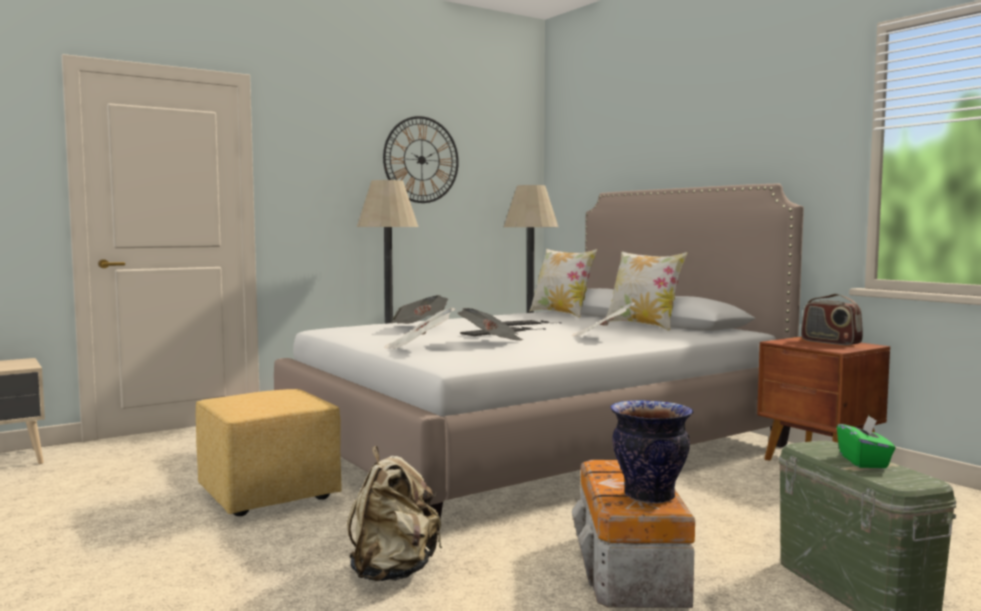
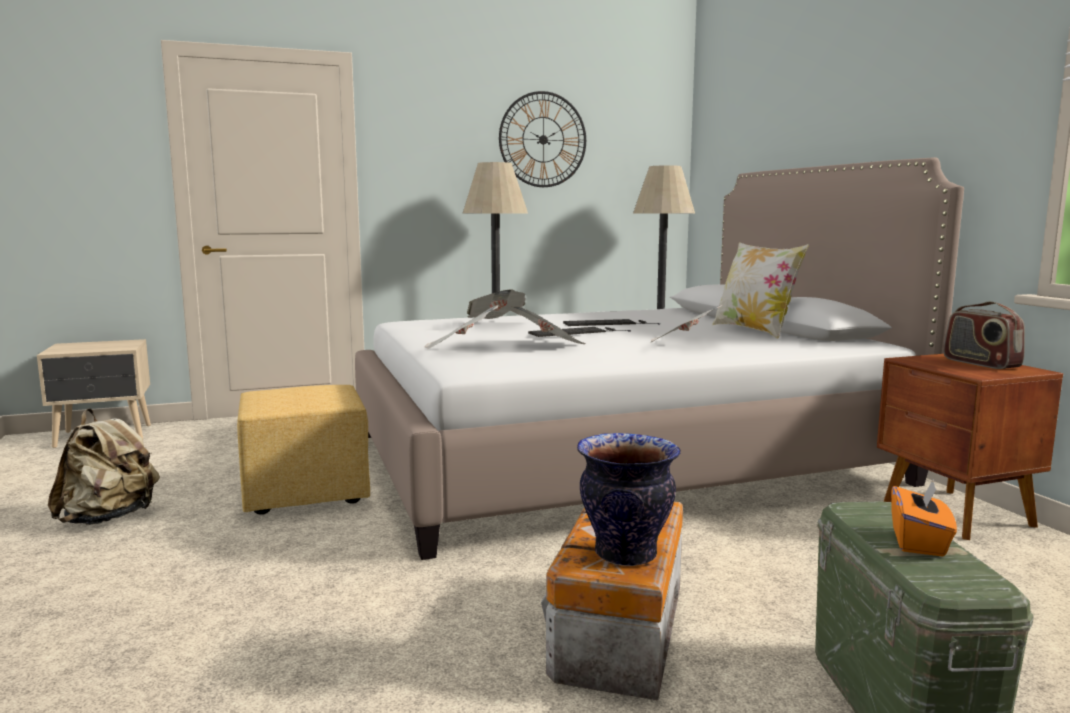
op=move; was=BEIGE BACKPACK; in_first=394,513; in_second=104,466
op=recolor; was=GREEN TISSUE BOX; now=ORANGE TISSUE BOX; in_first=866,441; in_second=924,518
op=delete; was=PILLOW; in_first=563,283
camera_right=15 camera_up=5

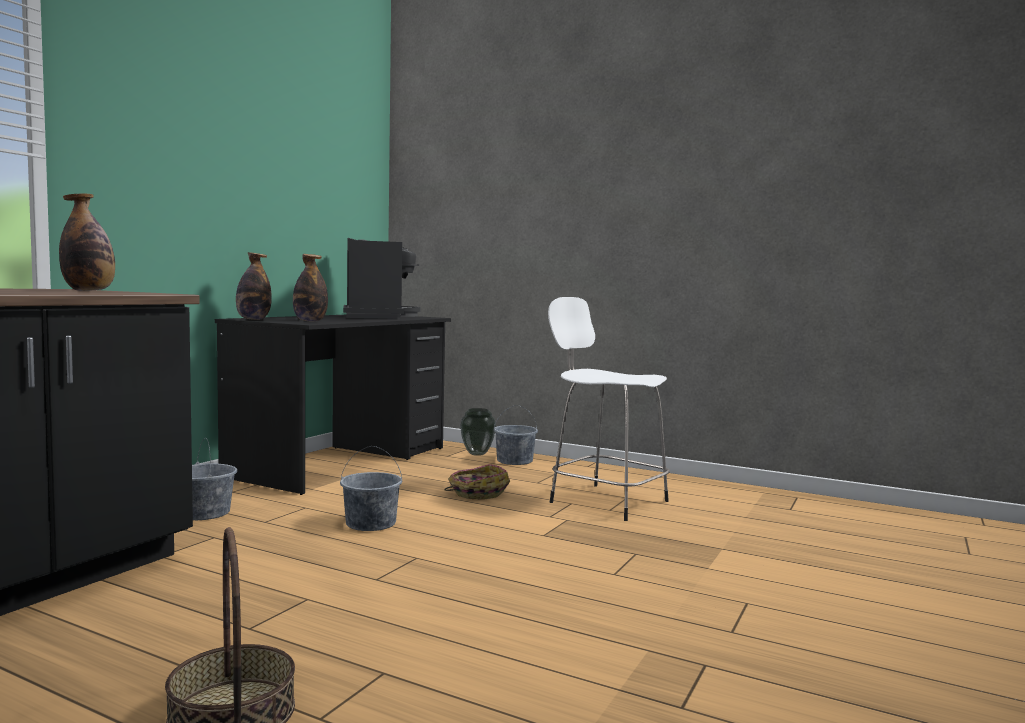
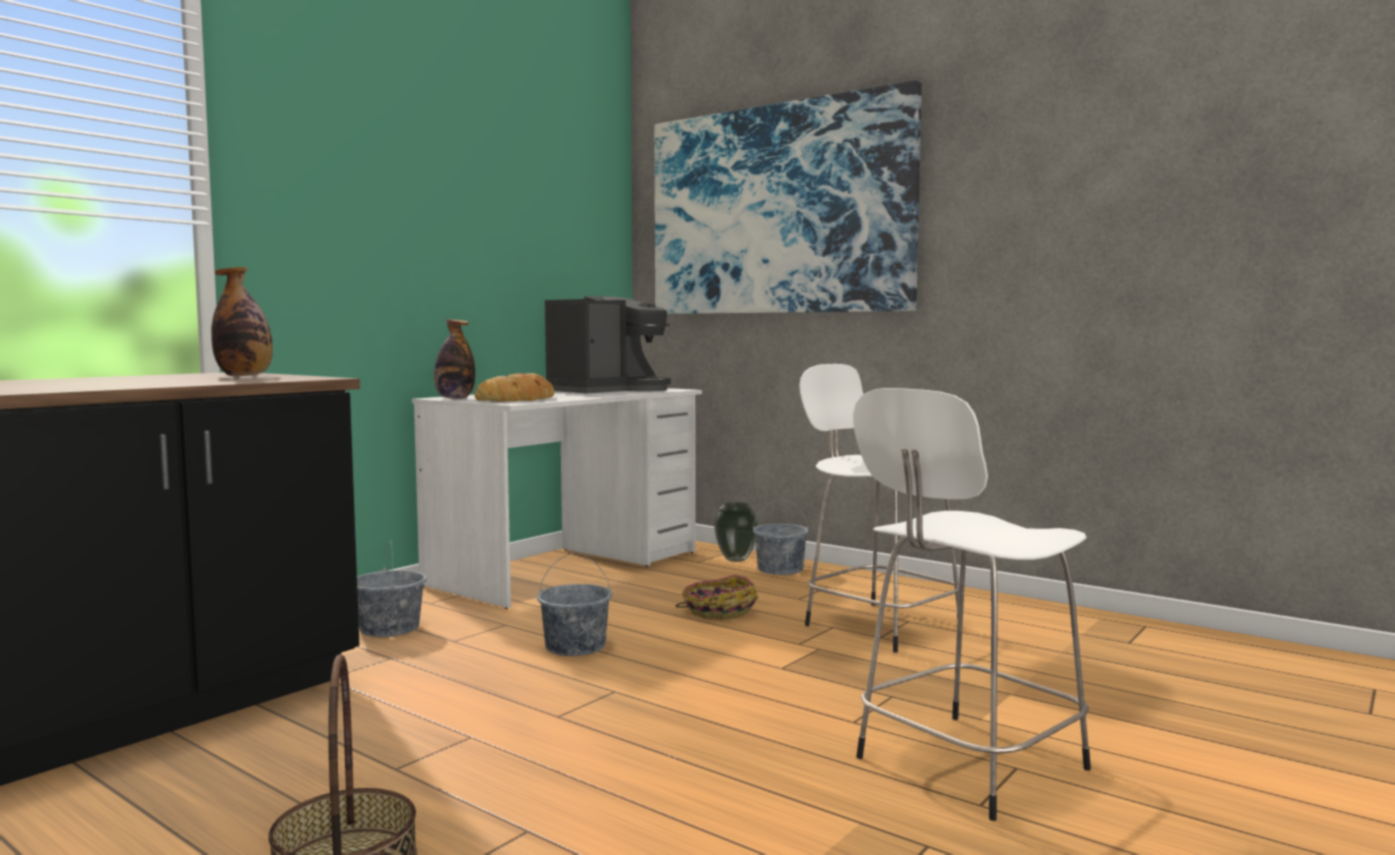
op=recolor; was=BLACK DESK; now=WHITE DESK; in_first=333,405; in_second=557,498
op=replace; was=BOTTLE; now=BREAD; in_first=310,288; in_second=514,387
op=rotate; was=COFFEE MACHINE; in_first=381,278; in_second=608,345; clockwise=45
op=insert; now=PICTURE; in_second=788,197
op=insert; now=WHITE STOOL; in_second=972,604
camera_right=10 camera_up=0

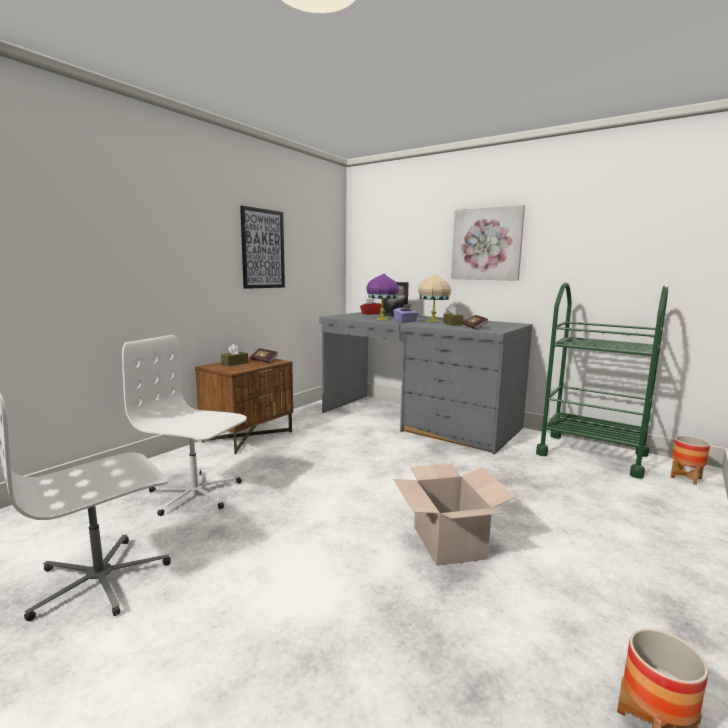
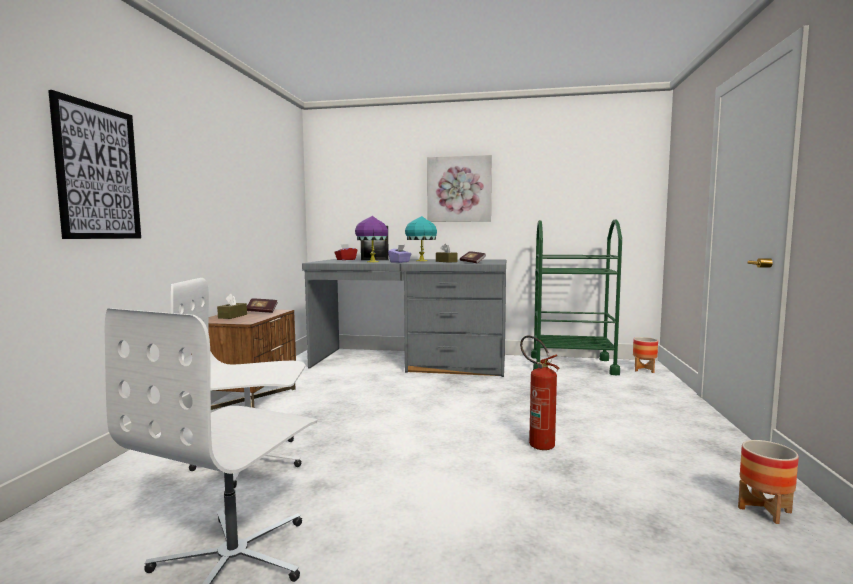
op=move; was=PICTURE; in_first=262,247; in_second=94,164
op=recolor; was=BEIGE TABLE LAMP; now=TURQUOISE TABLE LAMP; in_first=434,298; in_second=421,238
op=replace; was=CARDBOARD BOX; now=FIRE EXTINGUISHER; in_first=454,515; in_second=540,393
camera_right=-25 camera_up=-5

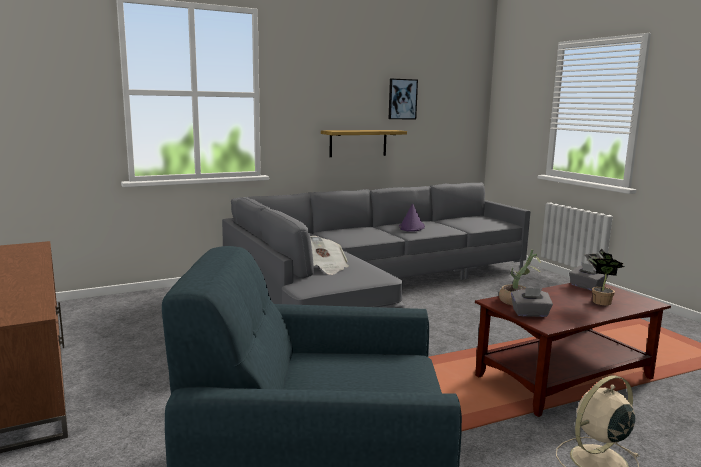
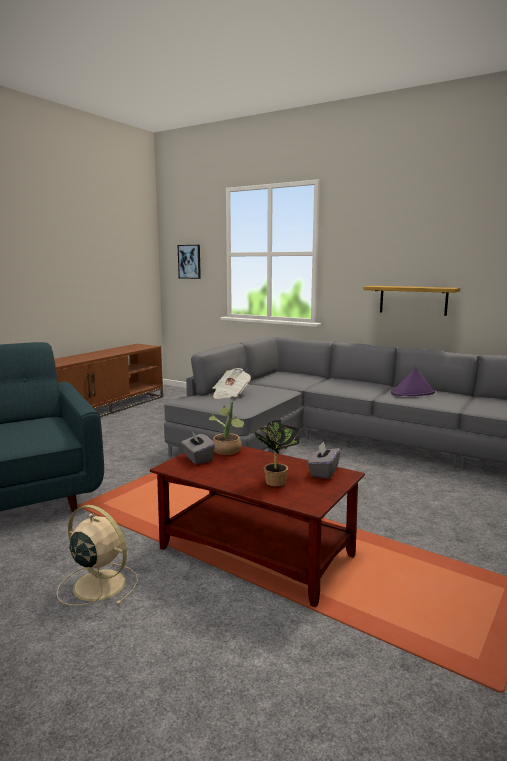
op=move; was=PICTURE; in_first=403,98; in_second=189,262
camera_right=60 camera_up=0

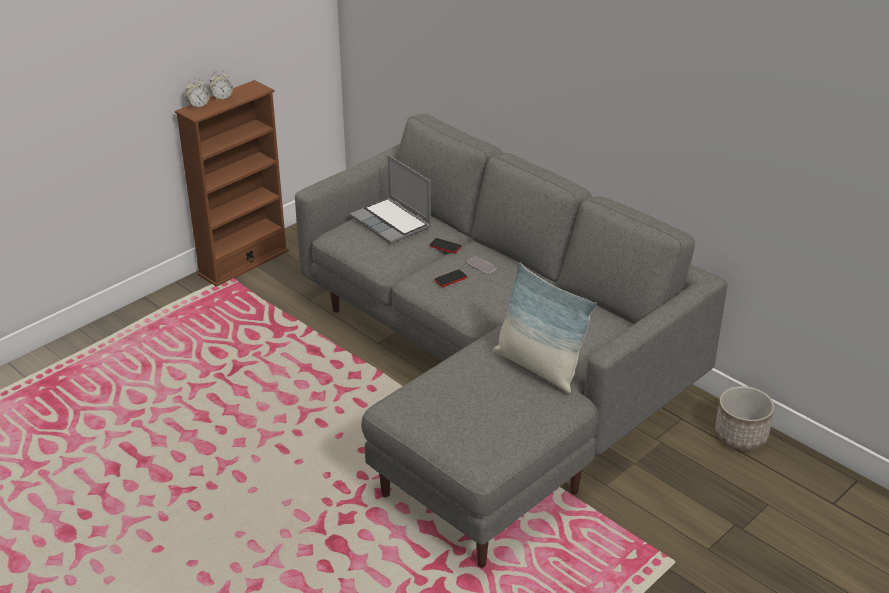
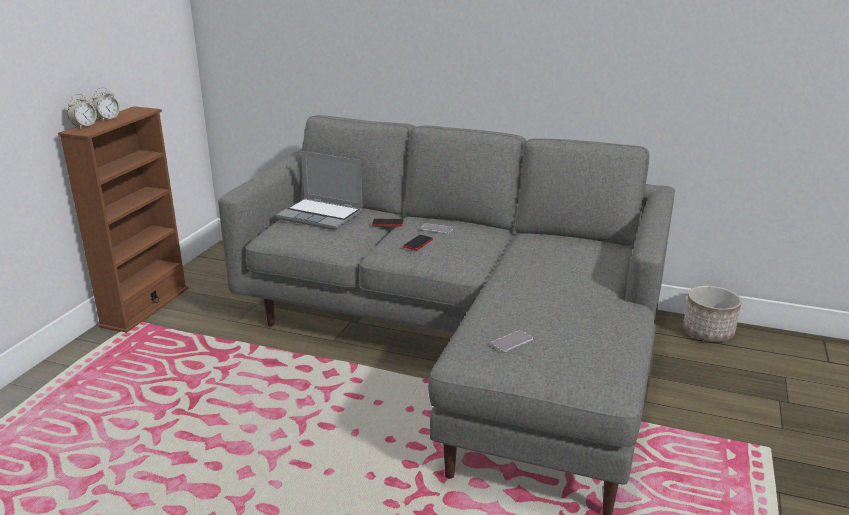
op=insert; now=PHONE; in_second=512,341
op=delete; was=PILLOW; in_first=545,328
camera_right=-25 camera_up=-10

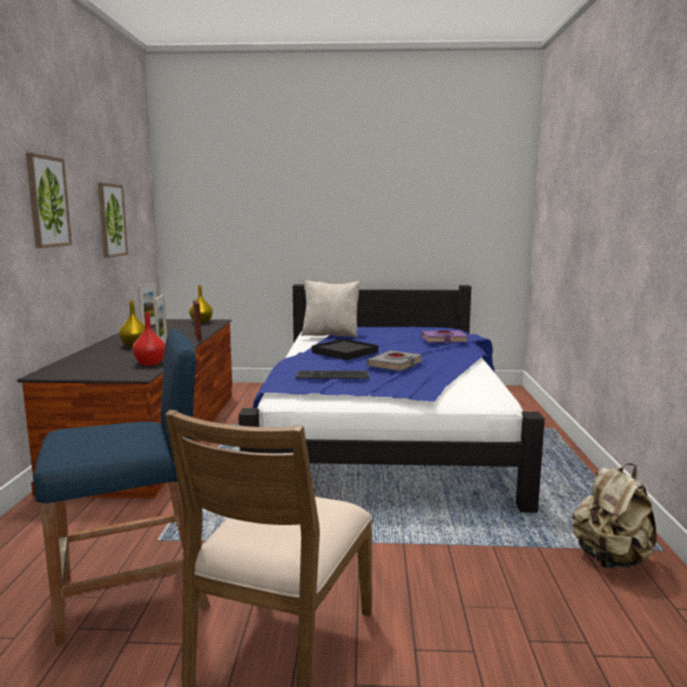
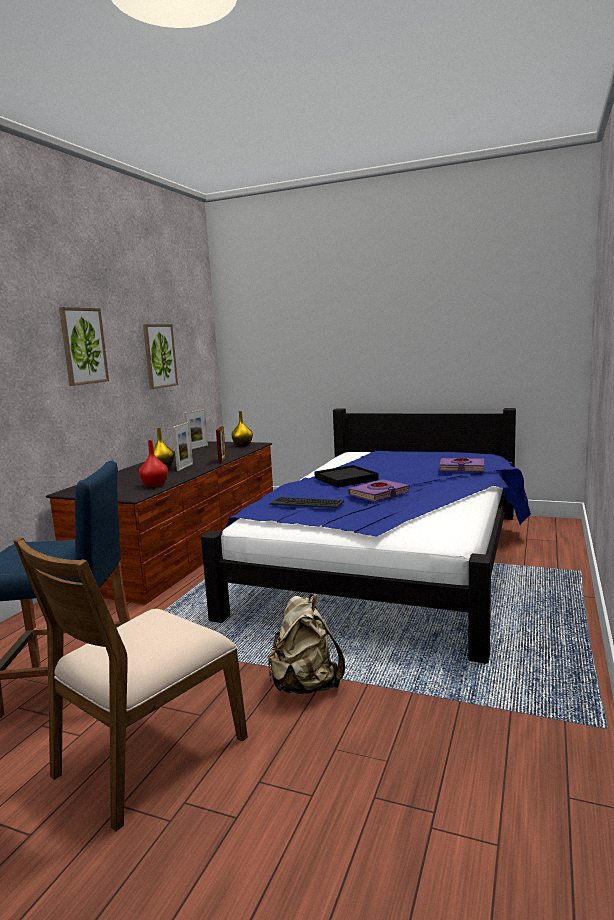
op=move; was=BEIGE BACKPACK; in_first=614,516; in_second=306,644
op=recolor; was=GREY BOOK; now=PURPLE BOOK; in_first=394,360; in_second=379,490
op=delete; was=BEIGE PILLOW; in_first=330,309
camera_right=20 camera_up=0

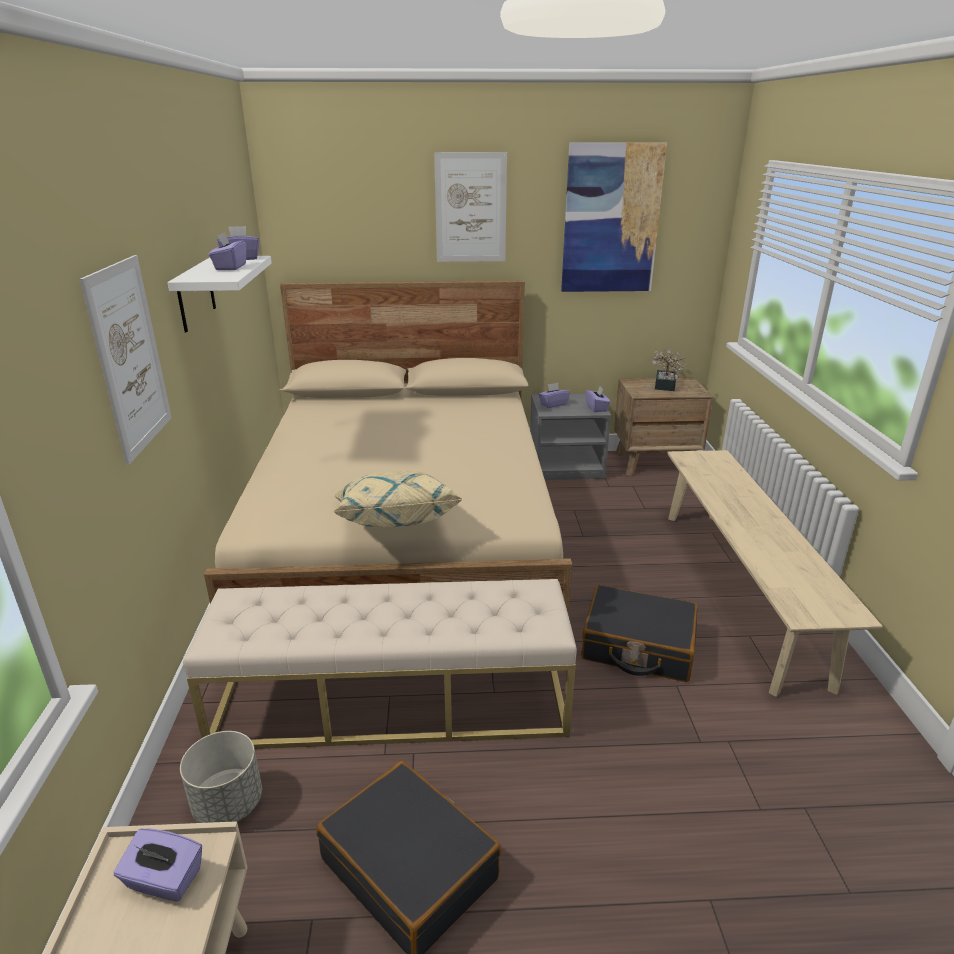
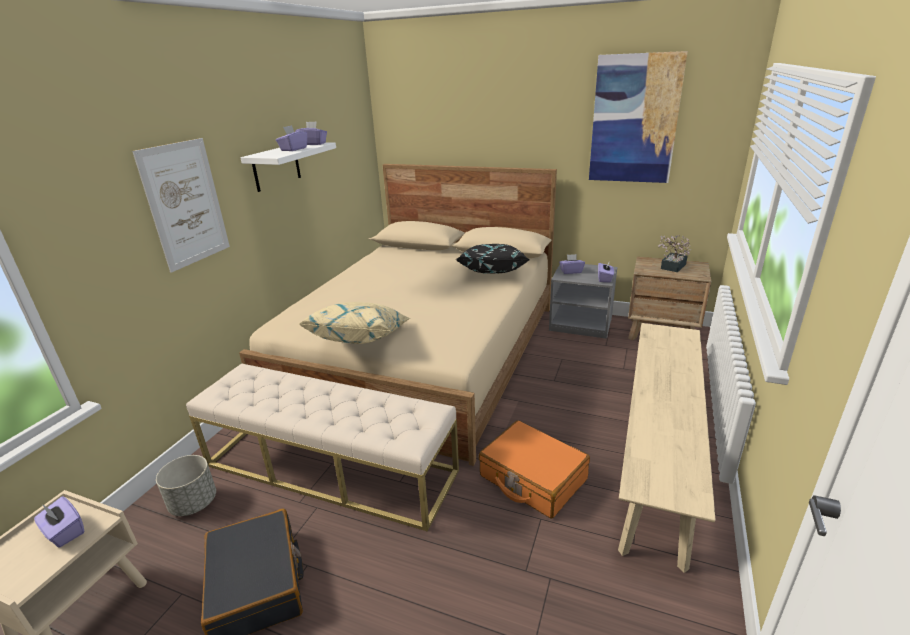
op=insert; now=BLACK PILLOW; in_second=492,259
op=recolor; was=BLACK SUITCASE; now=ORANGE SUITCASE; in_first=639,633; in_second=534,470
op=delete; was=PICTURE; in_first=470,207
camera_right=25 camera_up=0

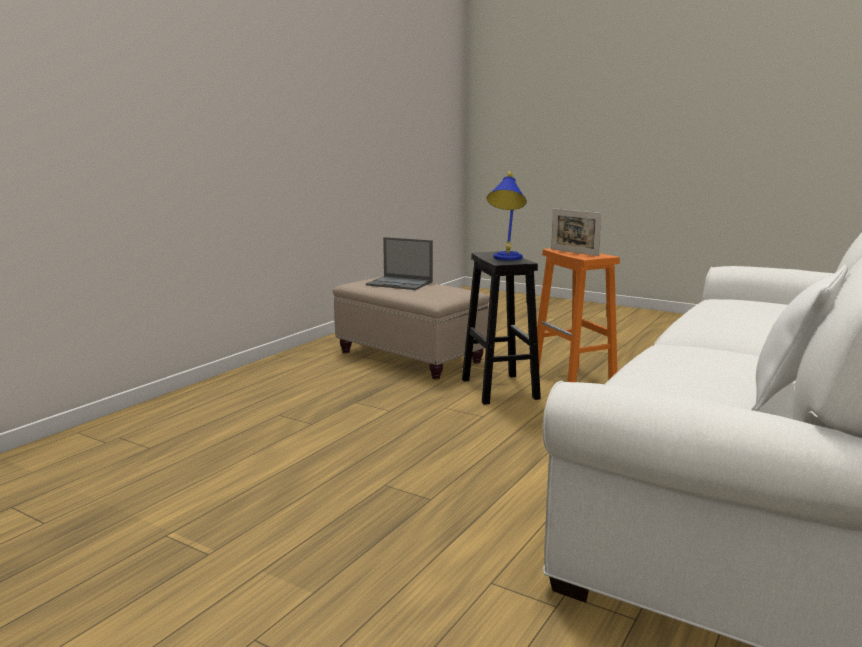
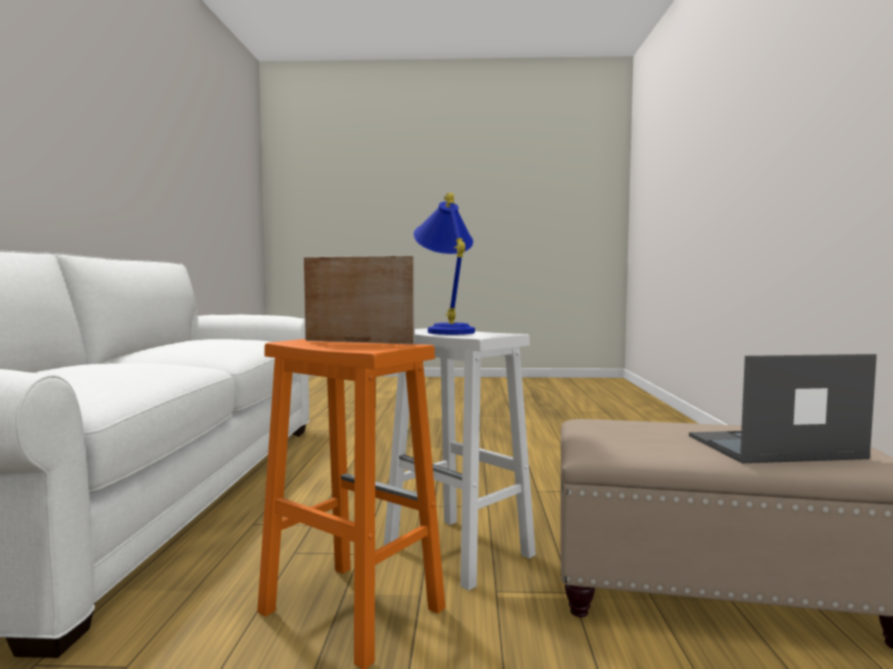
op=recolor; was=BLACK STOOL; now=WHITE STOOL; in_first=501,328; in_second=460,459
op=delete; was=WHITE PILLOW; in_first=799,338
camera_right=150 camera_up=-10

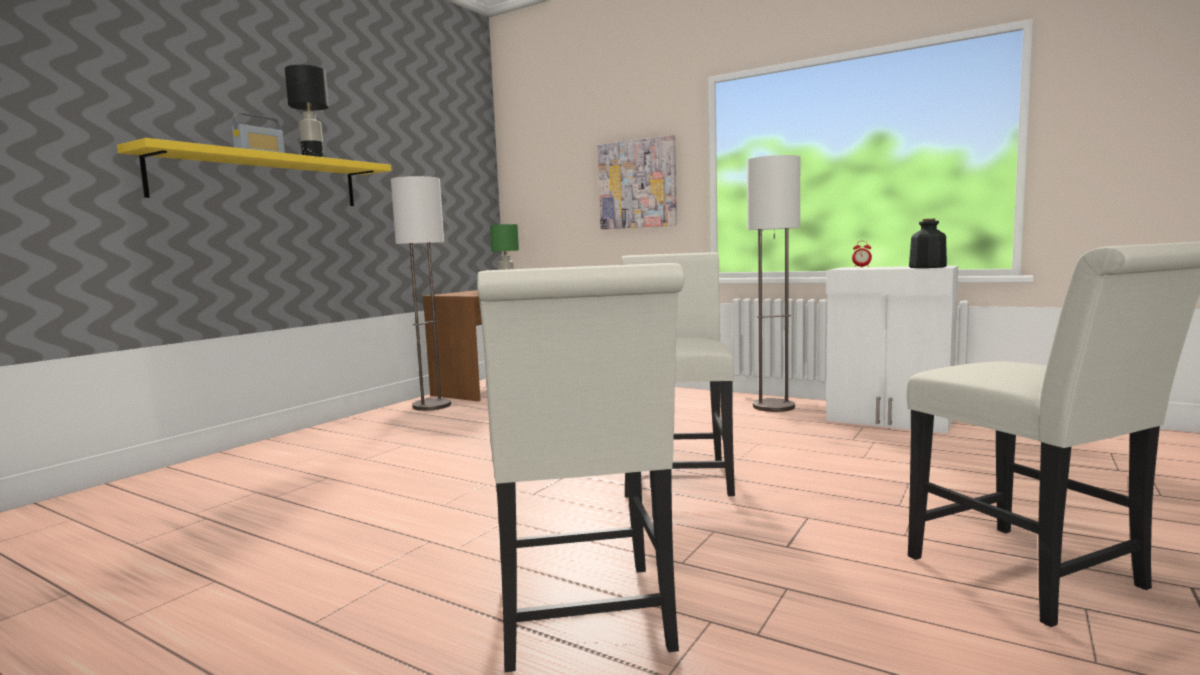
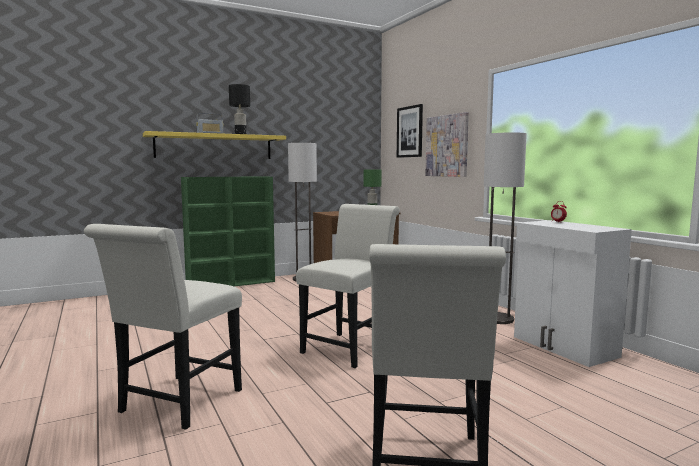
op=insert; now=GREEN BOOKCASE; in_second=228,231
op=insert; now=PICTURE; in_second=410,131
op=delete; was=BOTTLE; in_first=928,243
camera_right=30 camera_up=0

